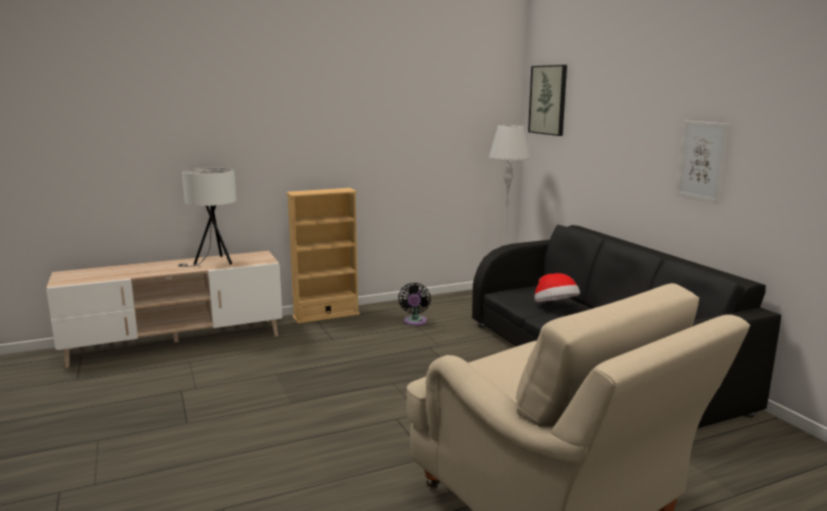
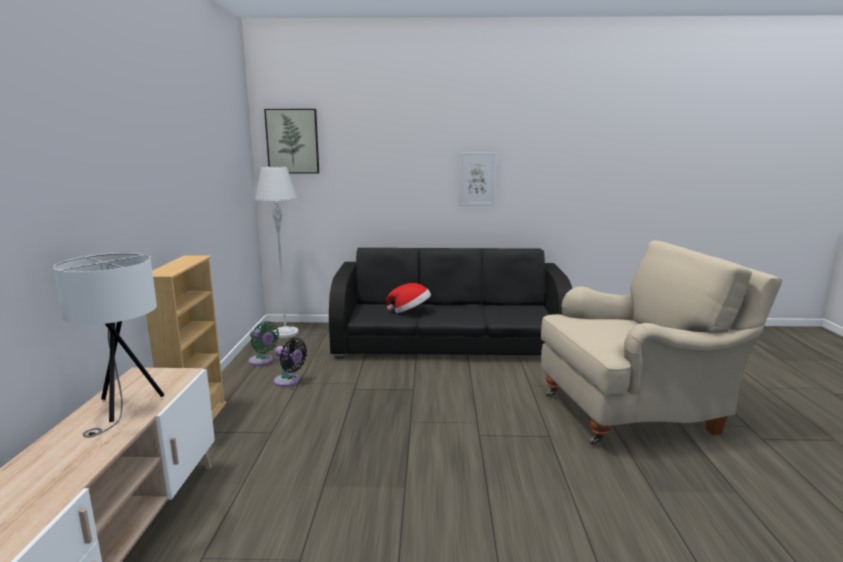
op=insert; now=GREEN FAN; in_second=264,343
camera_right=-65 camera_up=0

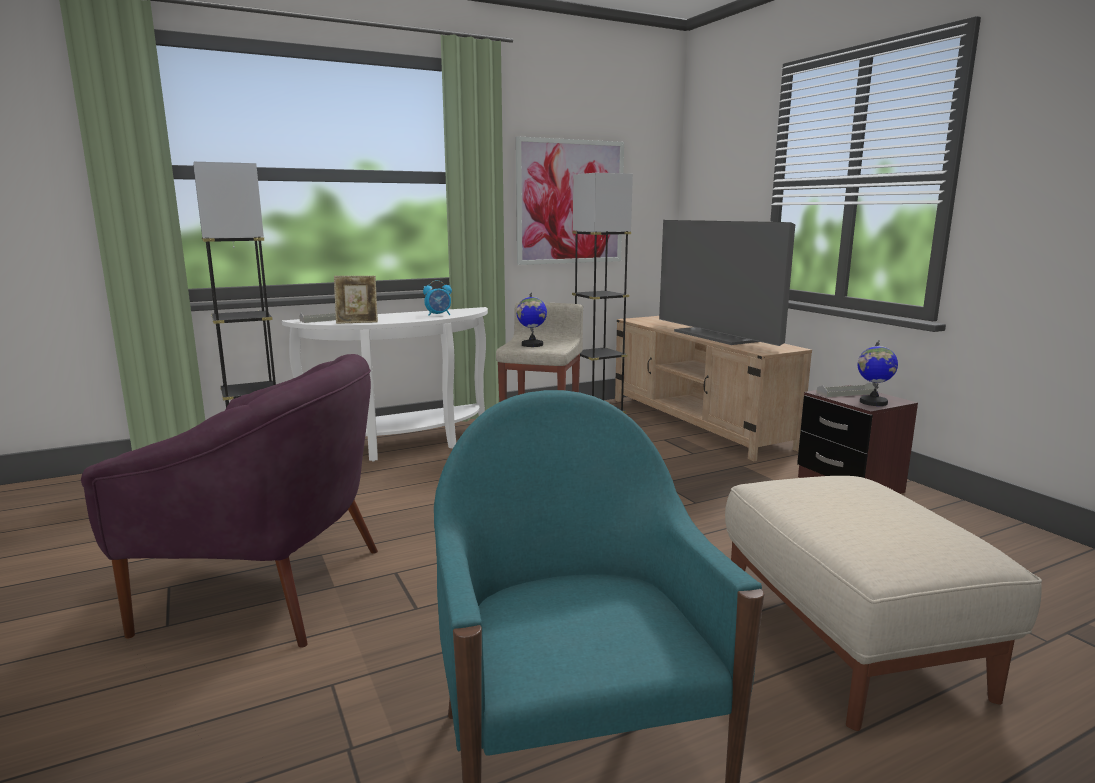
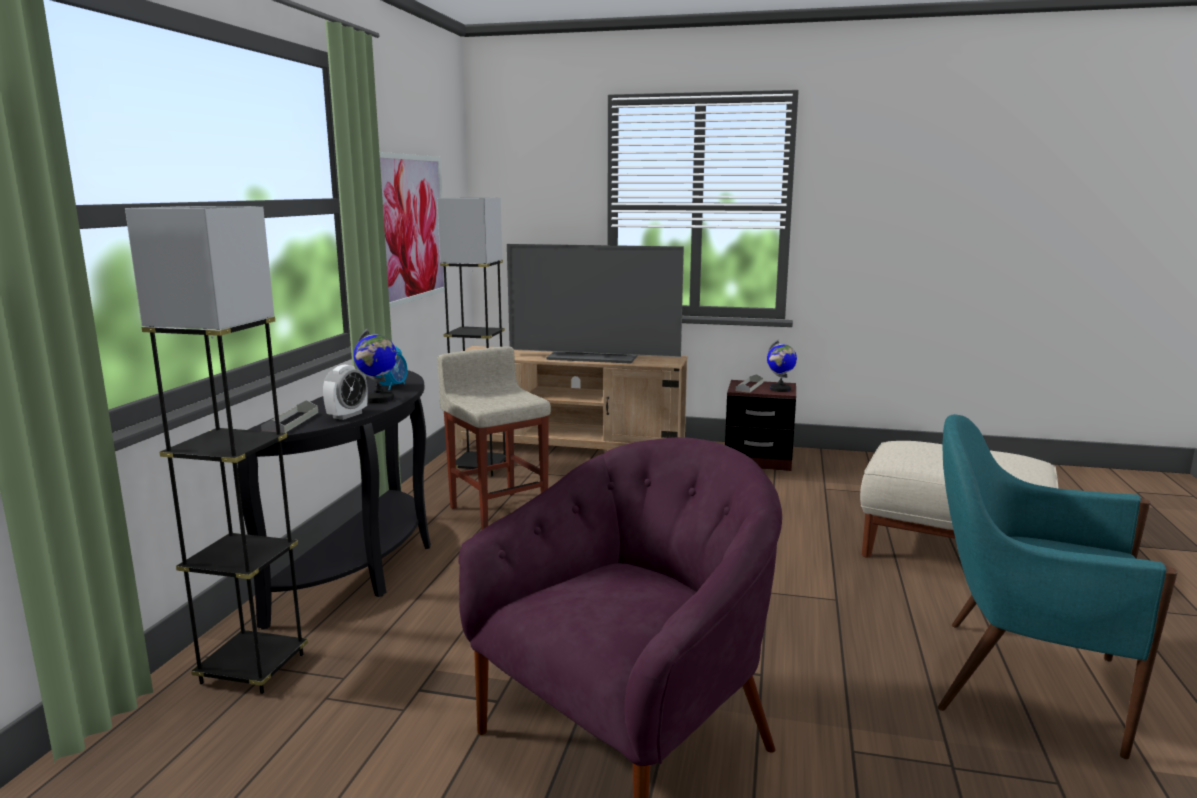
op=recolor; was=WHITE CONSOLE TABLE; now=BLACK CONSOLE TABLE; in_first=385,384; in_second=334,500
op=replace; was=PICTURE FRAME; now=ALARM CLOCK; in_first=356,300; in_second=345,392
op=move; was=GLOBE; in_first=531,319; in_second=375,365
camera_right=-50 camera_up=0

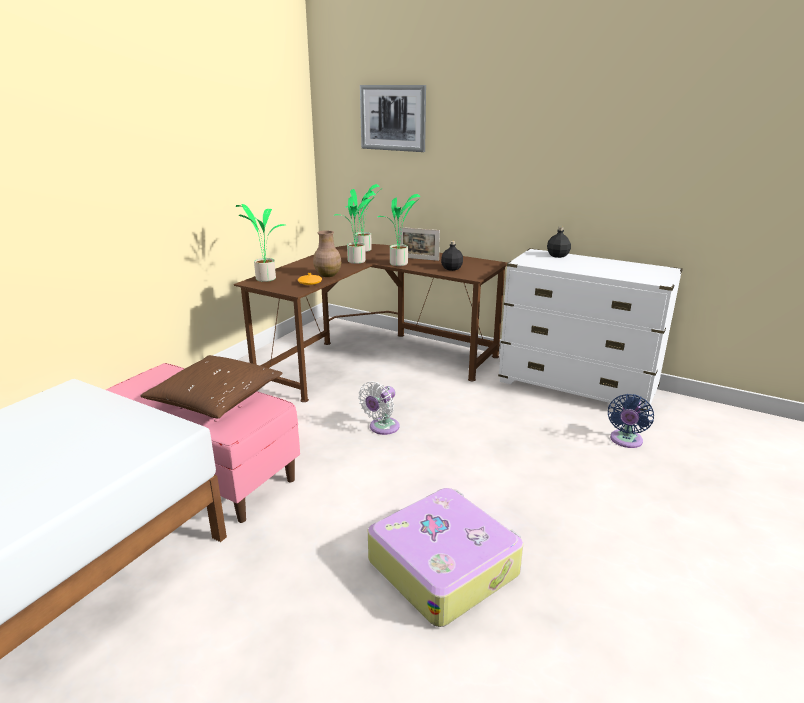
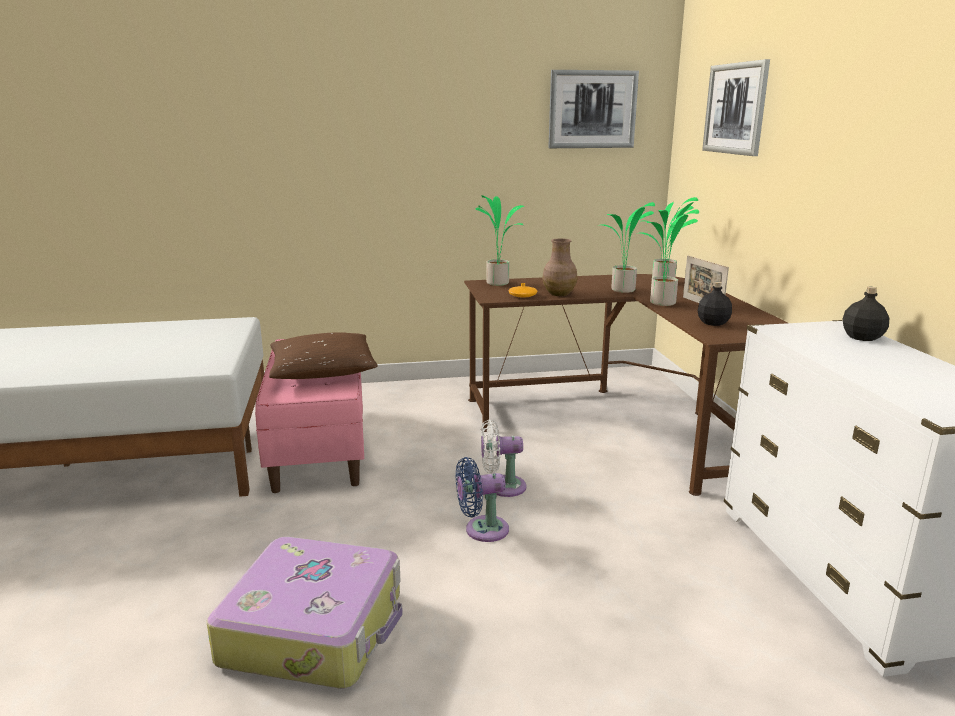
op=move; was=BLUE FAN; in_first=631,421; in_second=482,499
op=insert; now=PICTURE; in_second=594,109
camera_right=50 camera_up=-5

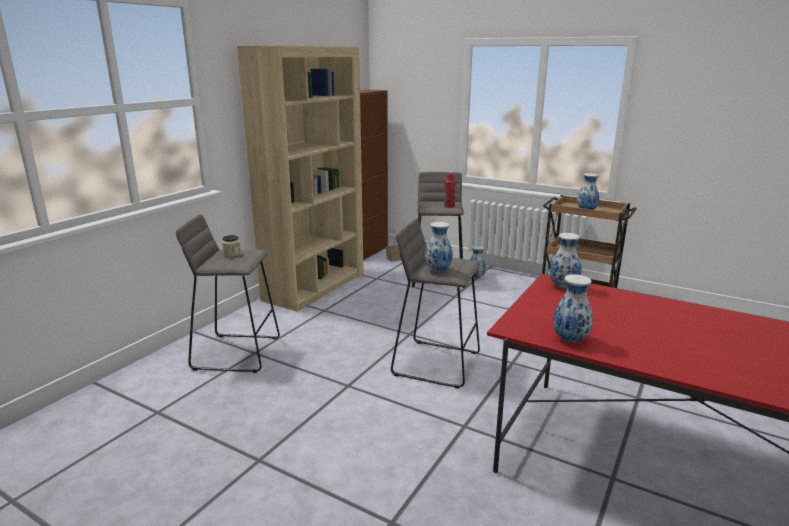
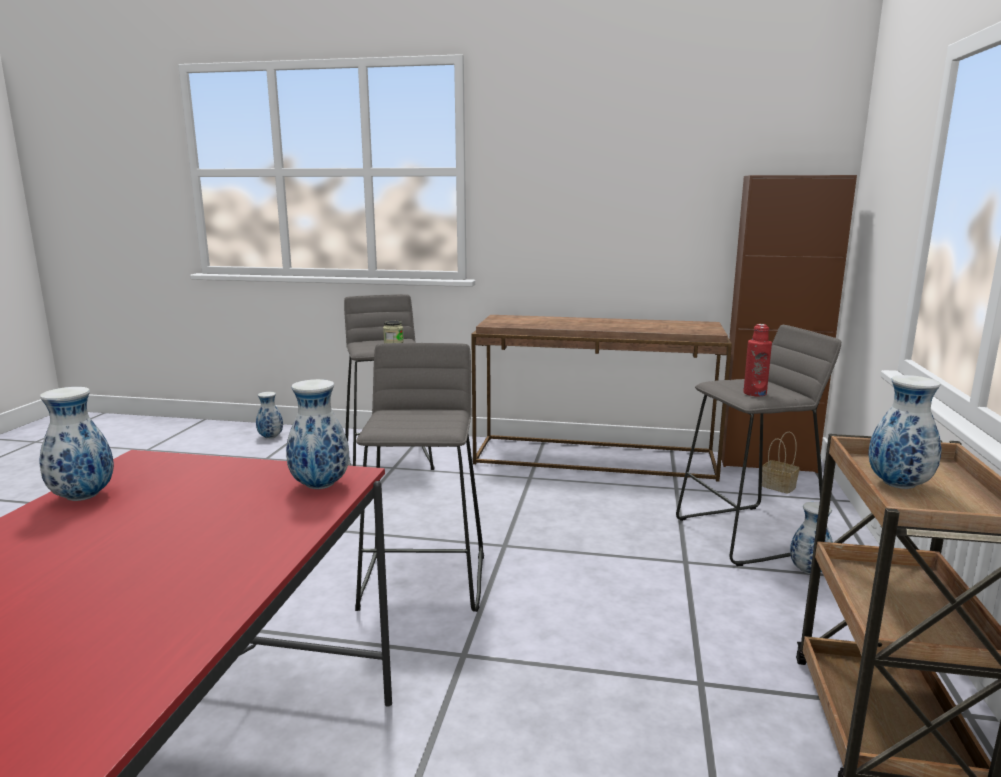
op=move; was=VASE; in_first=439,247; in_second=269,415
op=replace; was=BEIGE BOOKCASE; now=BROWN CONSOLE TABLE; in_first=300,178; in_second=601,398
camera_right=70 camera_up=-5

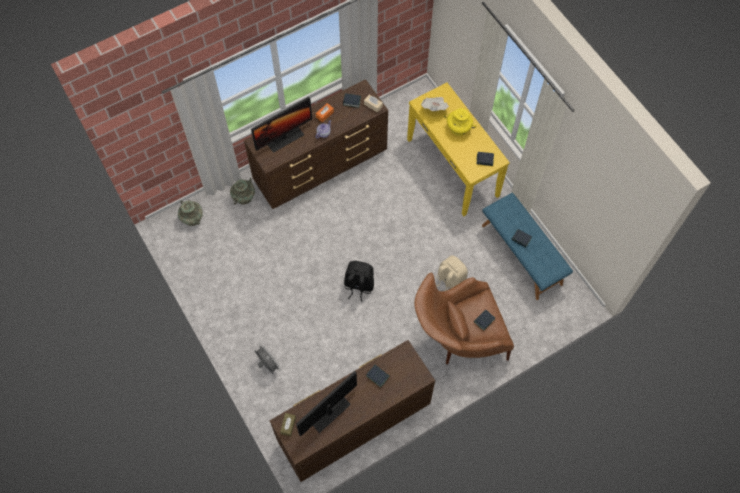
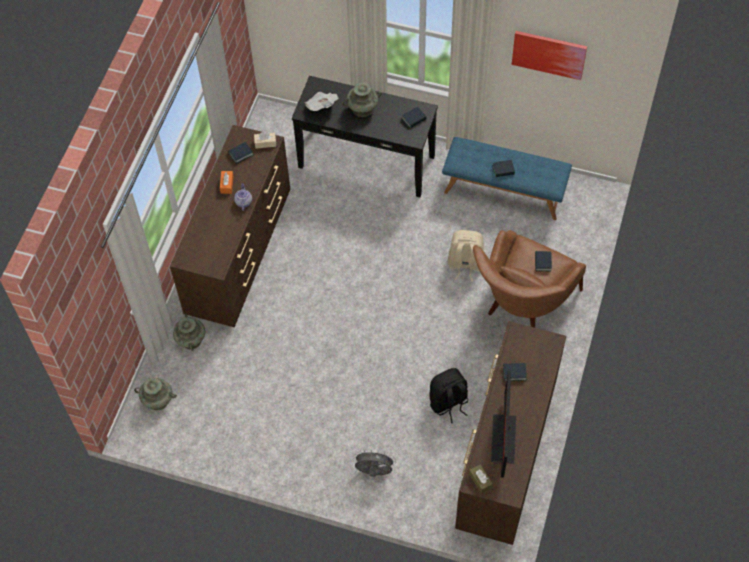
op=recolor; was=YELLOW CONSOLE TABLE; now=BLACK CONSOLE TABLE; in_first=458,149; in_second=365,136
op=recolor; was=YELLOW VASE; now=TURQUOISE VASE; in_first=460,122; in_second=362,99
op=move; was=BLACK BACKPACK; in_first=359,281; in_second=448,395
op=insert; now=PICTURE; in_second=549,55
op=delete; was=MONITOR; in_first=281,125
camera_right=-40 camera_up=-5

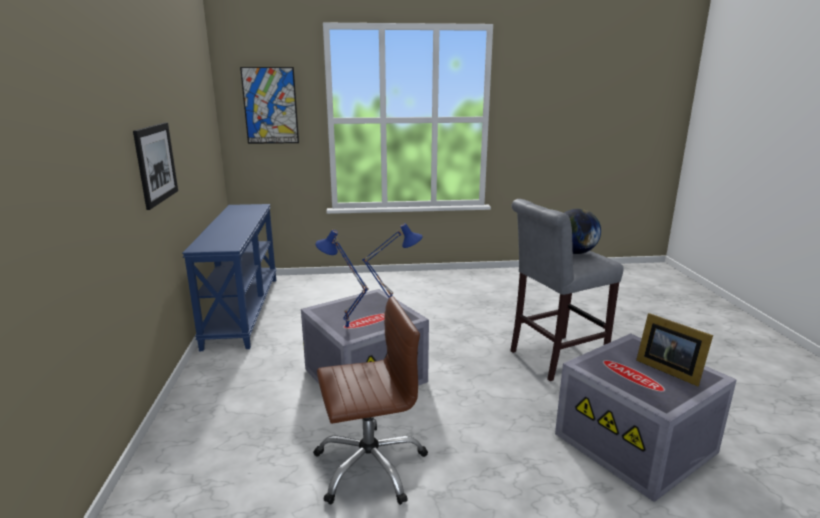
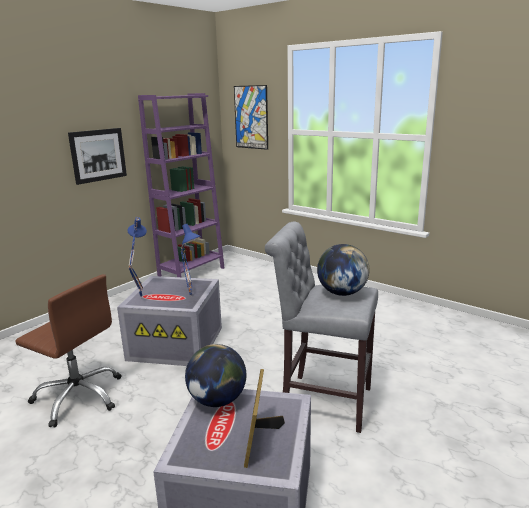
op=replace; was=BLUE CONSOLE TABLE; now=PURPLE BOOKCASE; in_first=229,277; in_second=181,185
op=insert; now=GLOBE; in_second=215,375
camera_right=45 camera_up=0

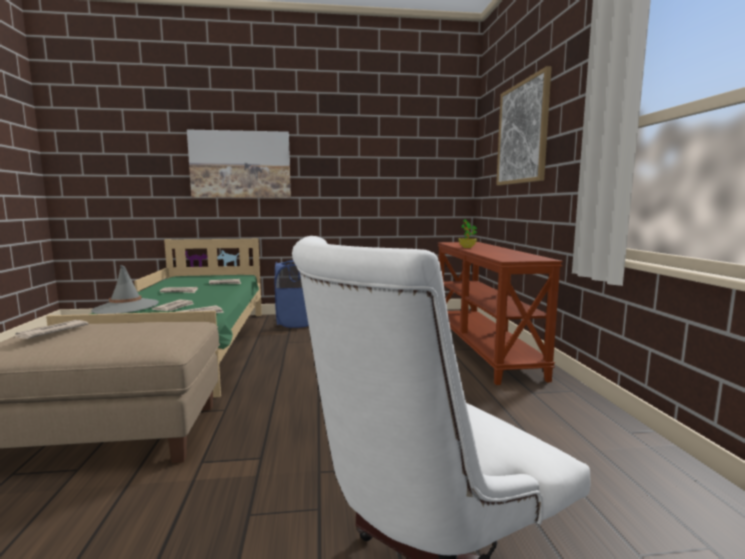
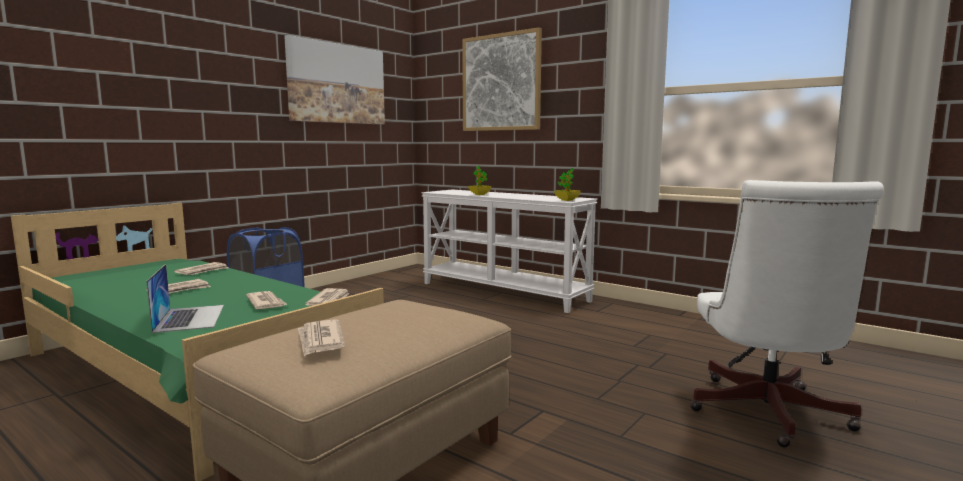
op=replace; was=GREY HAT; now=LAPTOP; in_first=125,289; in_second=185,298
op=move; was=PICTURE; in_first=239,164; in_second=334,80
op=recolor; was=BROWN CONSOLE TABLE; now=WHITE CONSOLE TABLE; in_first=500,313; in_second=509,251
op=insert; now=POTTED PLANT; in_second=567,184
camera_right=-45 camera_up=0

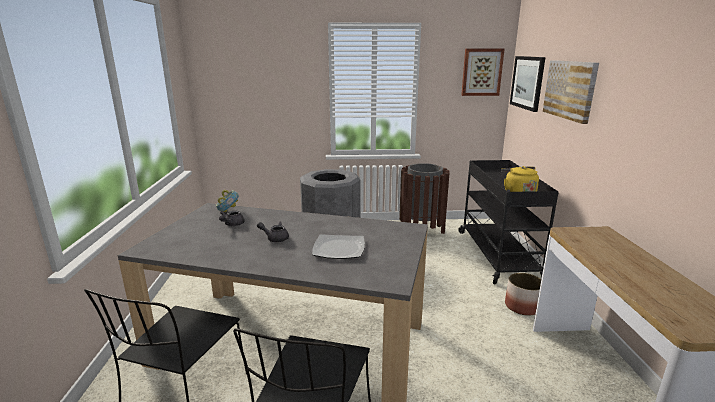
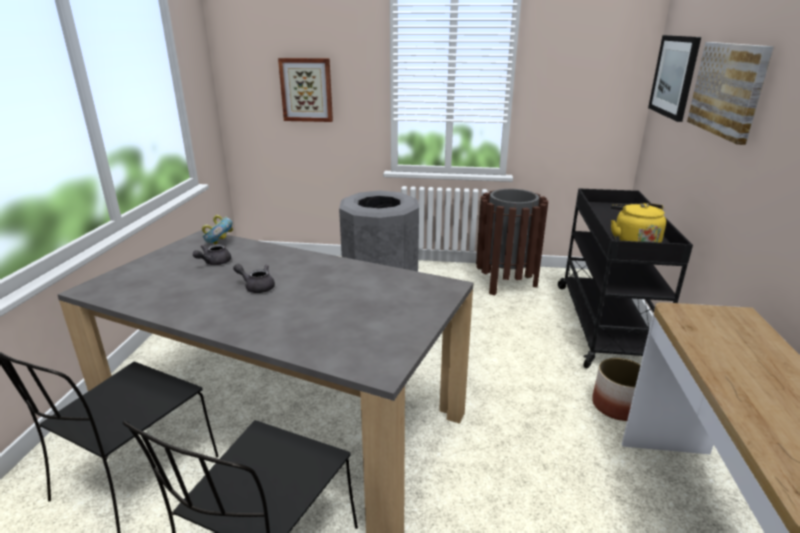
op=move; was=PICTURE; in_first=483,72; in_second=305,90
op=delete; was=PLATE; in_first=338,246
camera_right=10 camera_up=5

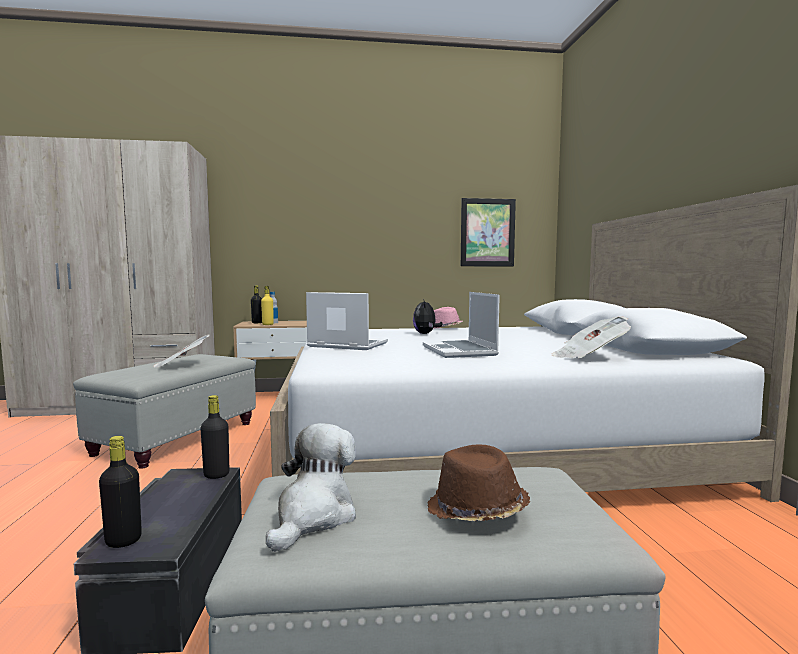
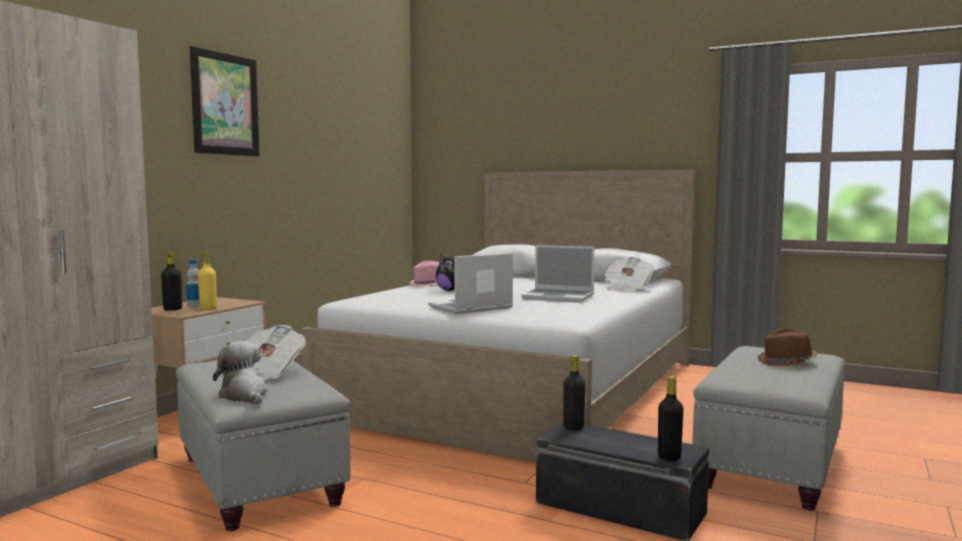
op=move; was=PICTURE; in_first=488,232; in_second=225,101
op=move; was=PLUSH TOY; in_first=311,487; in_second=240,372
camera_right=-55 camera_up=0

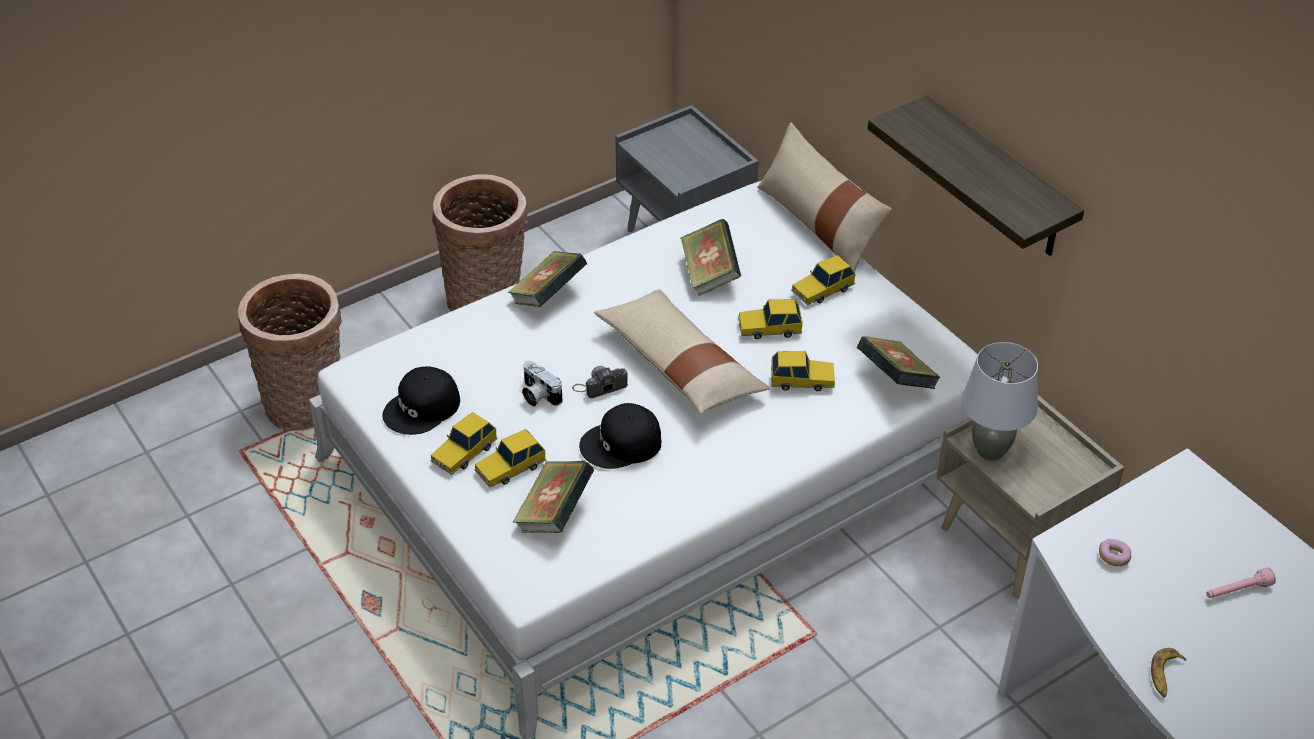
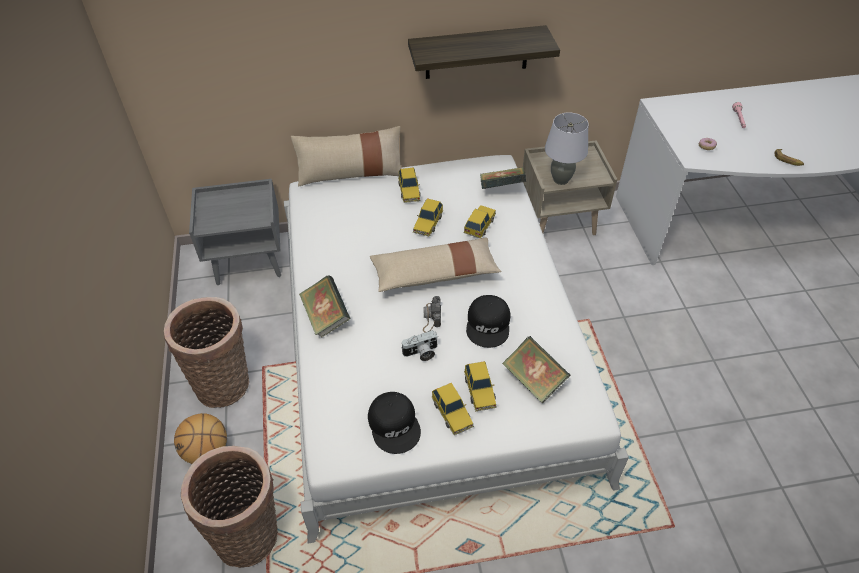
op=insert; now=BASKETBALL; in_second=200,438
op=delete; was=BOOK; in_first=711,257
camera_right=-65 camera_up=5

